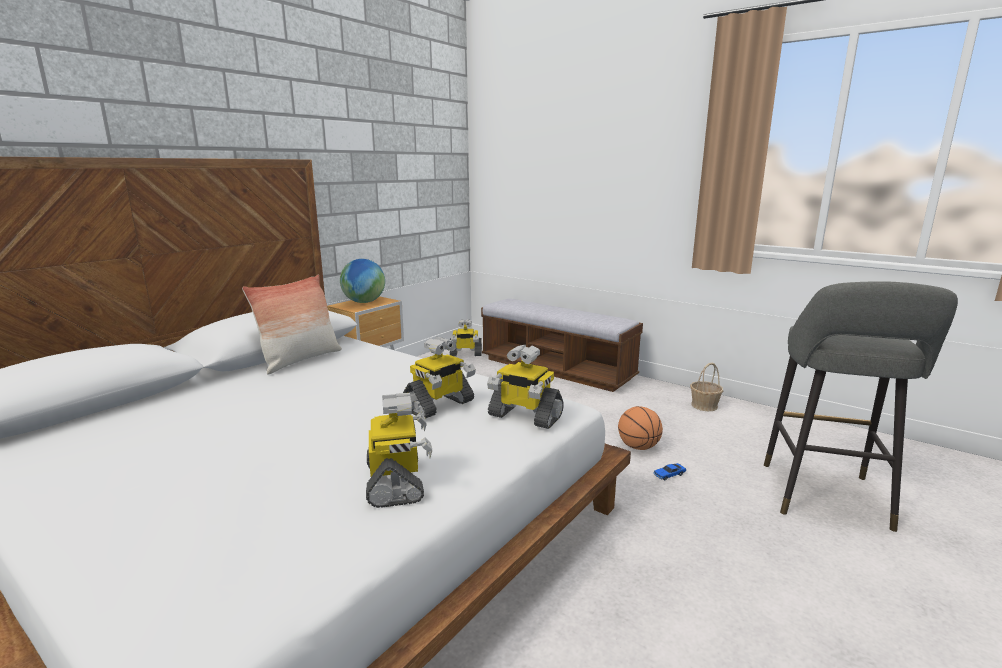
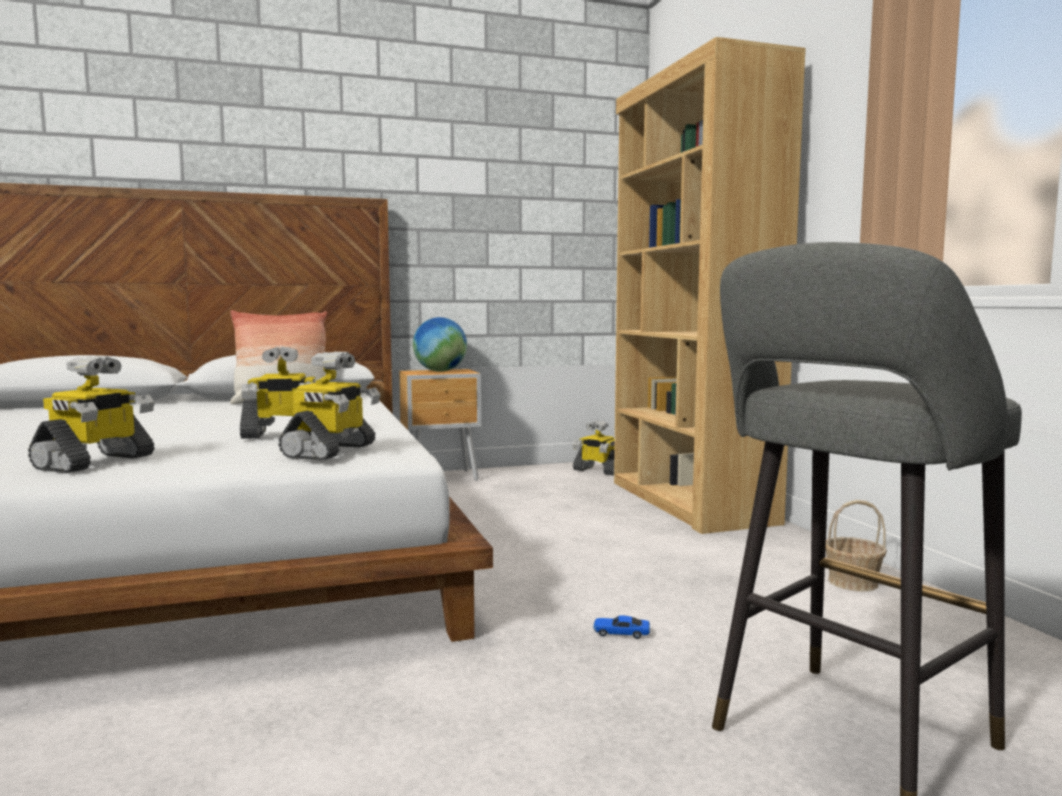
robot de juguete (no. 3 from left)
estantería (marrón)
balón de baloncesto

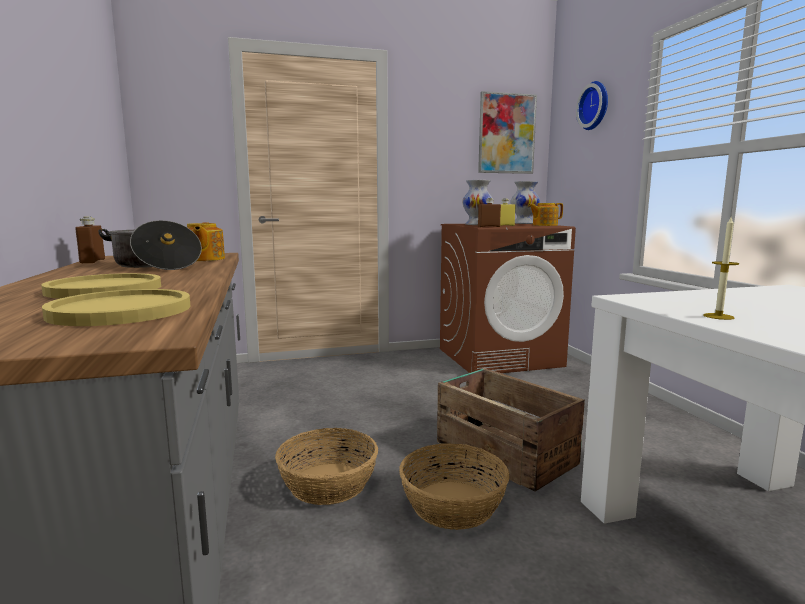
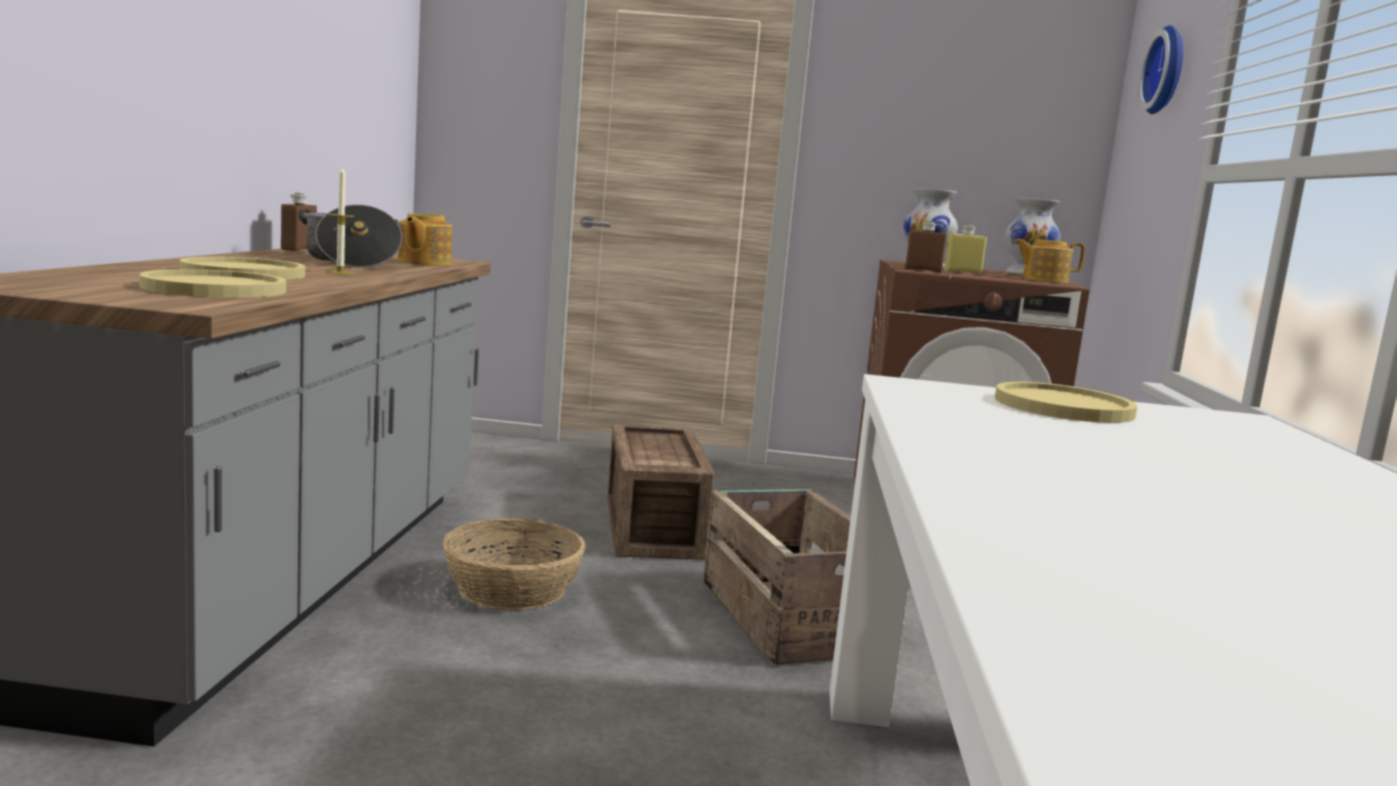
vela
caja de embalaje (no. 1 from left)
plato (amarillo) (no. 3 from left)
cesta (no. 2 from left in the first image)
cuadro

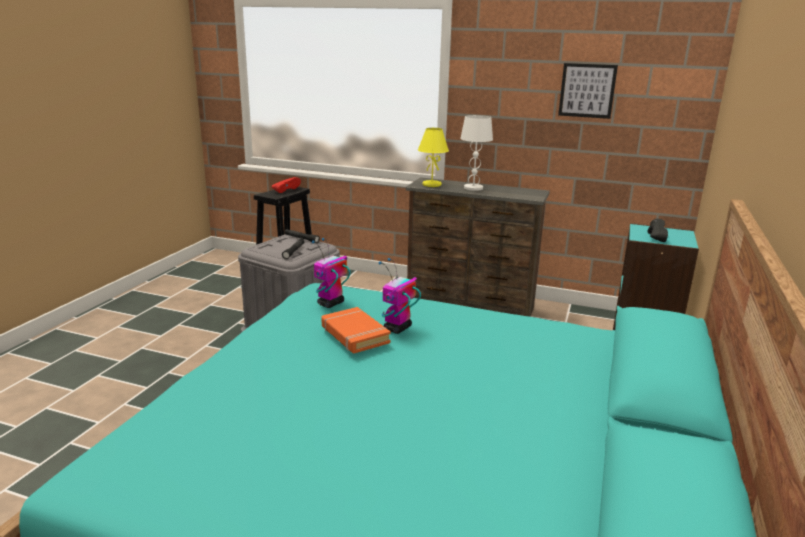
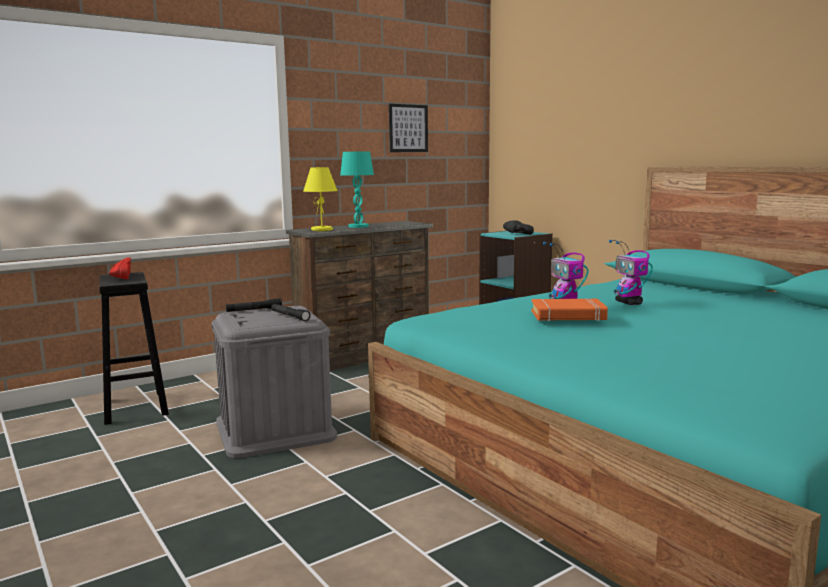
lámpara de mesa (turquesa)
robot de juguete (no. 2 from left)

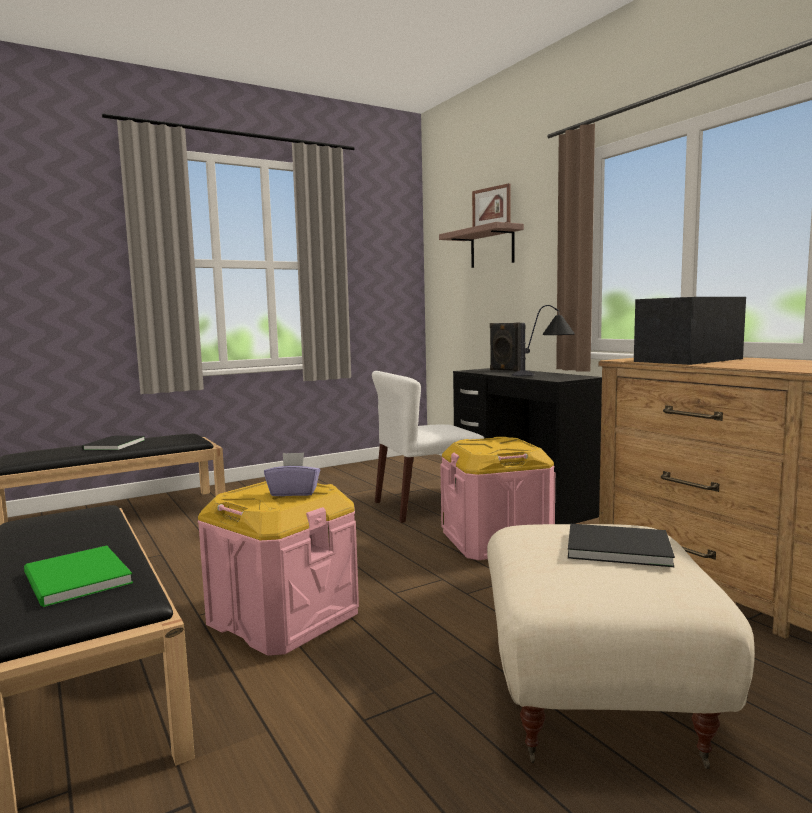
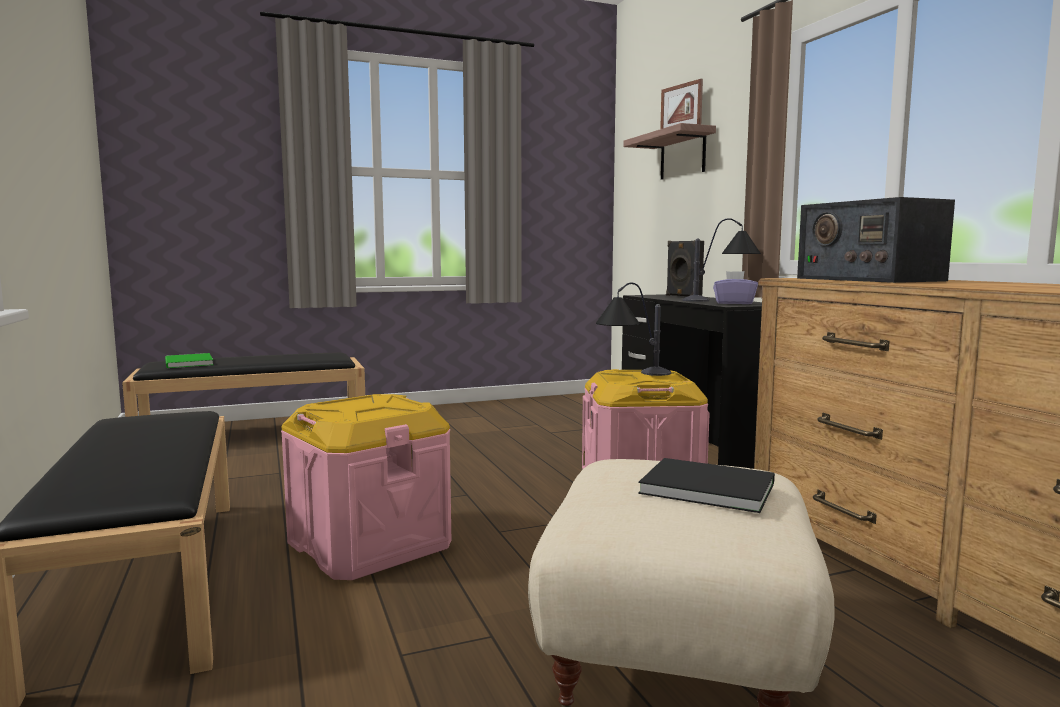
libro (verde)
lámpara de mesa (no. 1 from left)
caja de pañuelos (morado)
radio
libro (negro) (no. 1 from left in the first image)
silla (blanco)

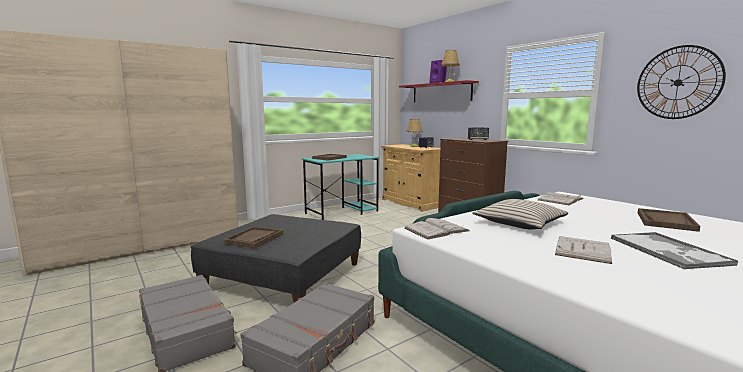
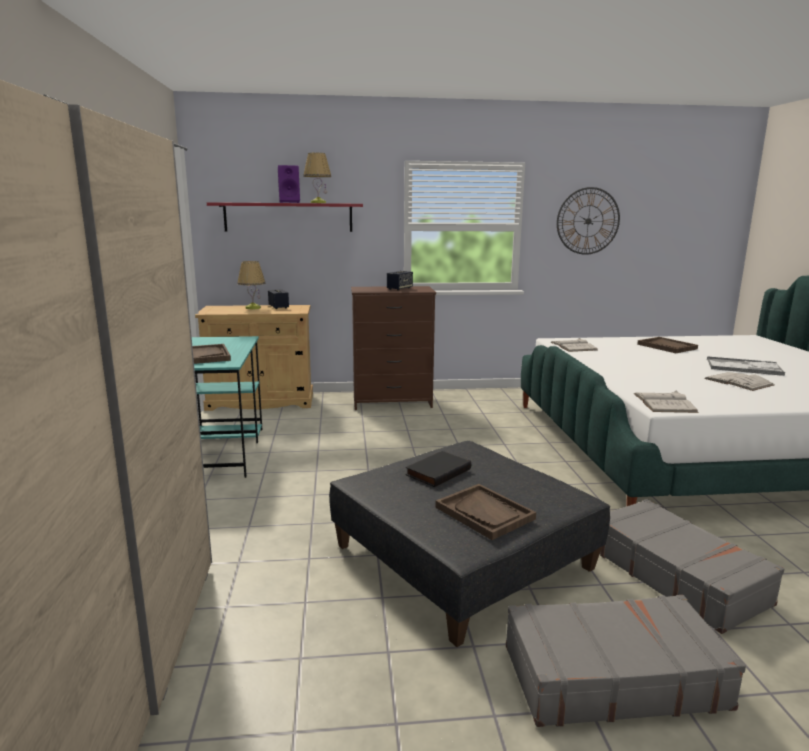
libro (negro)
cojín (beis)

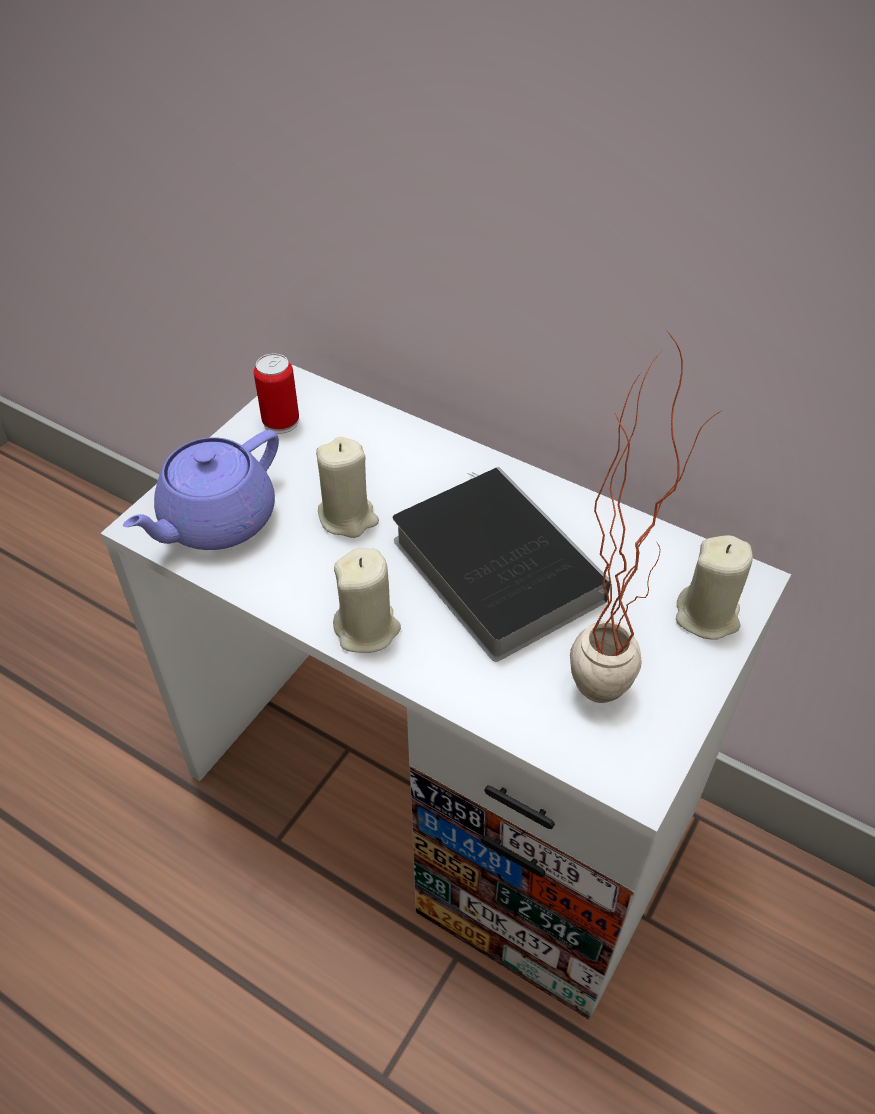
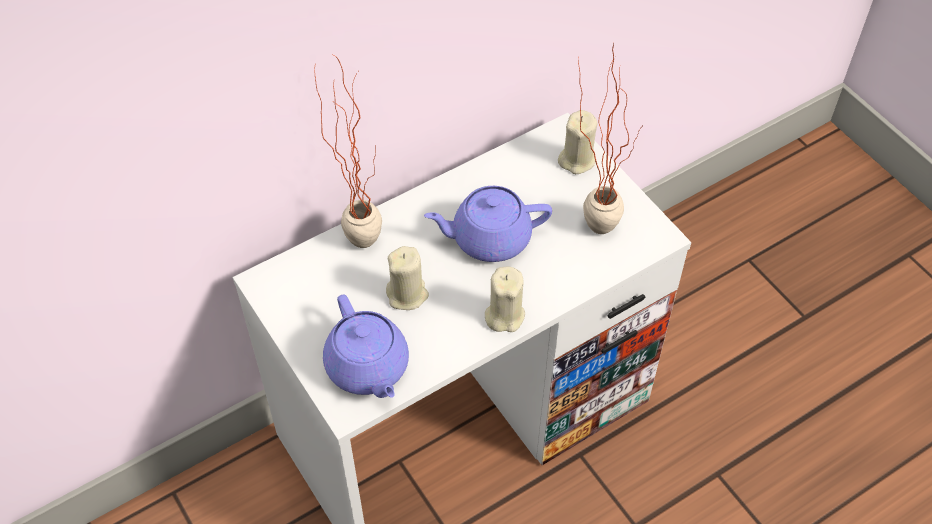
planta en maceta (no. 1 from left)
tetera (morado) (no. 2 from left)
lata

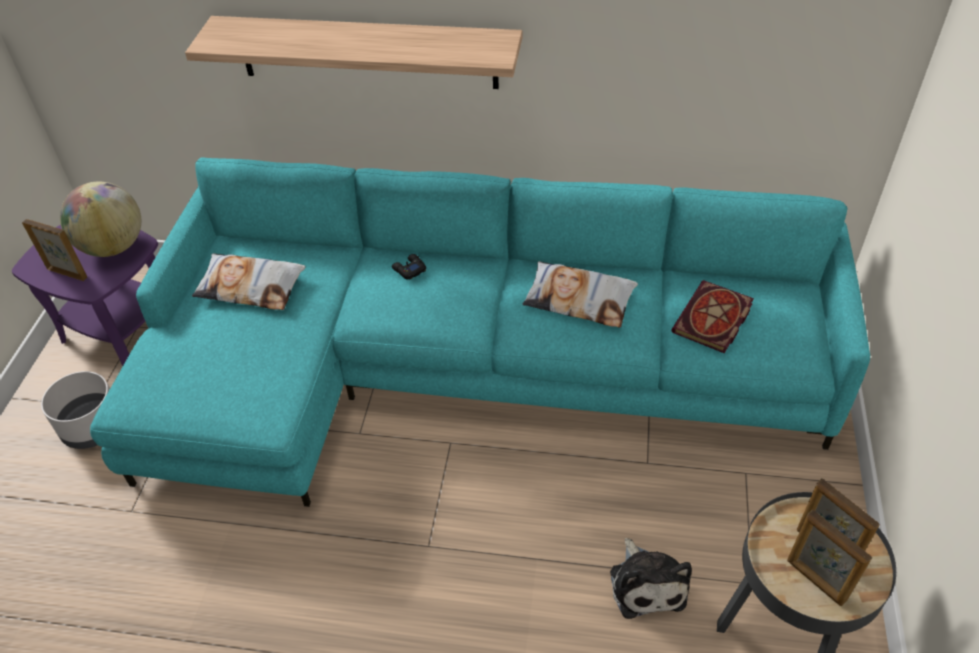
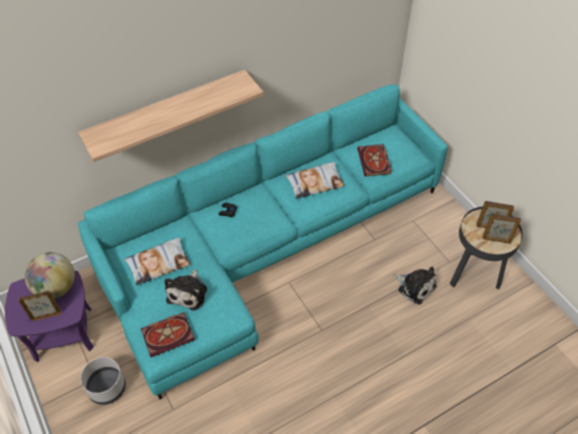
libro (no. 1 from left)
peluche (no. 1 from left)

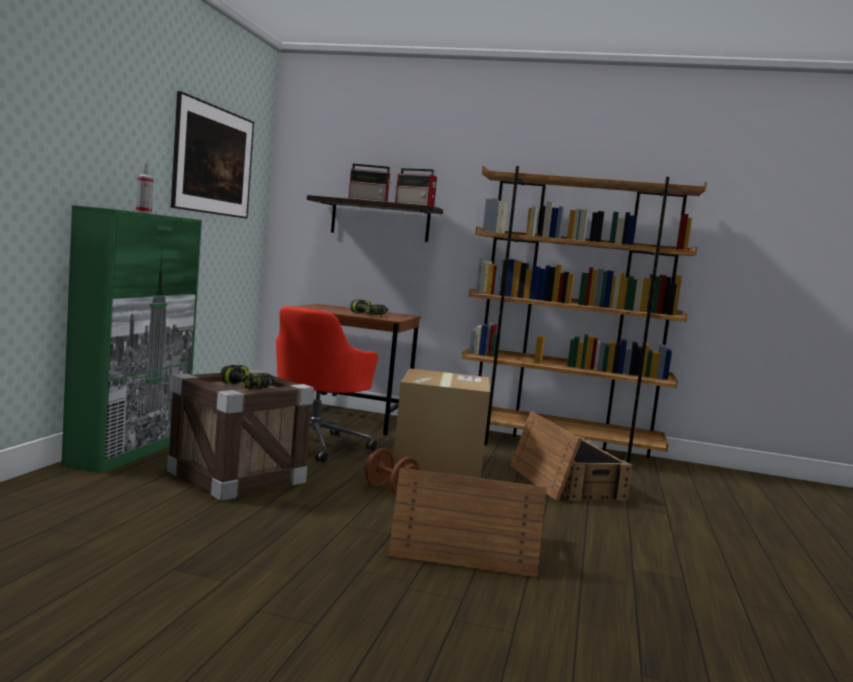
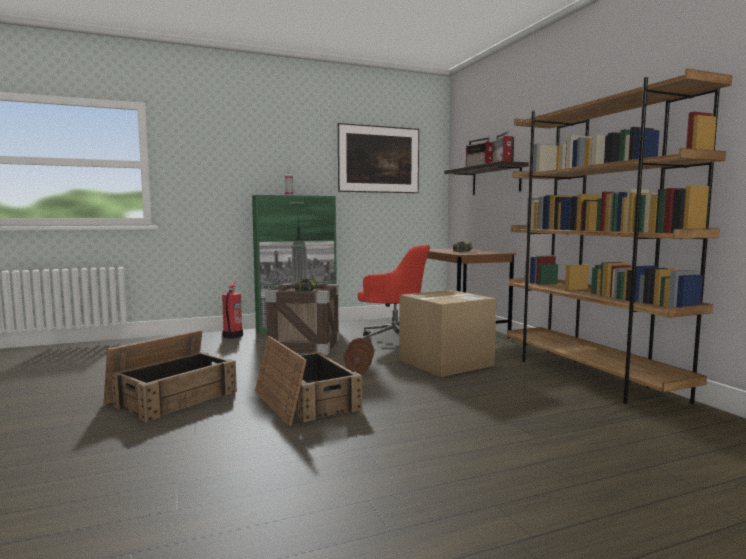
caja de embalaje (no. 1 from left)
extintor
silla de oficina (rojo)

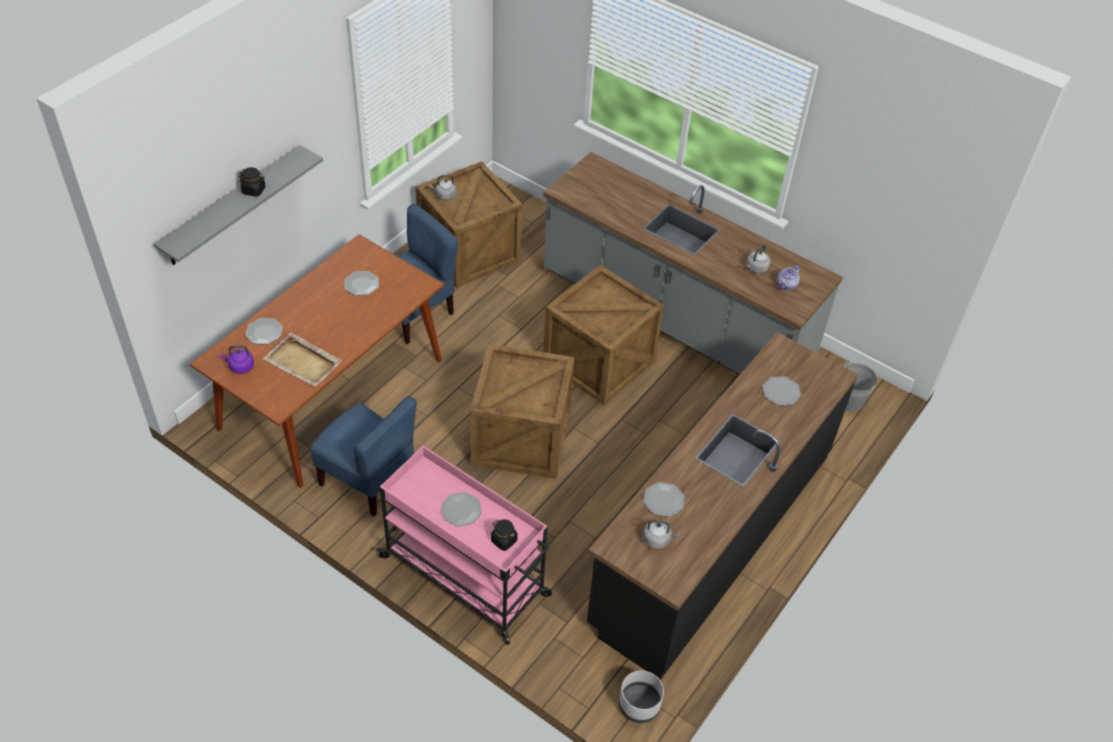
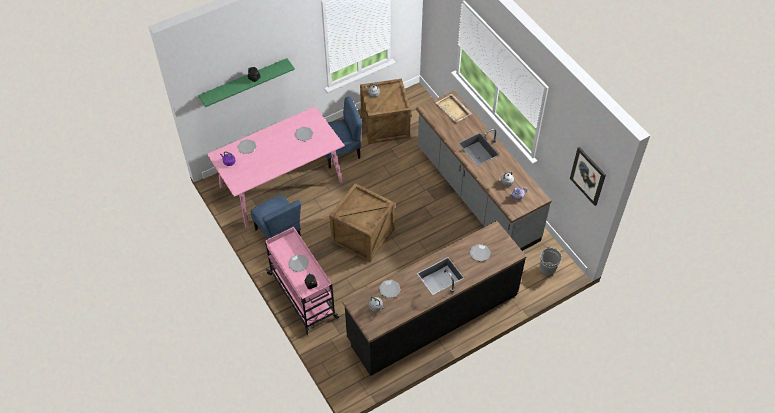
estante (verde)
mesa de comedor (rosa)
bandeja (beis)
cuadro
caja de embalaje (no. 3 from left in the first image)
maceta (gris)

